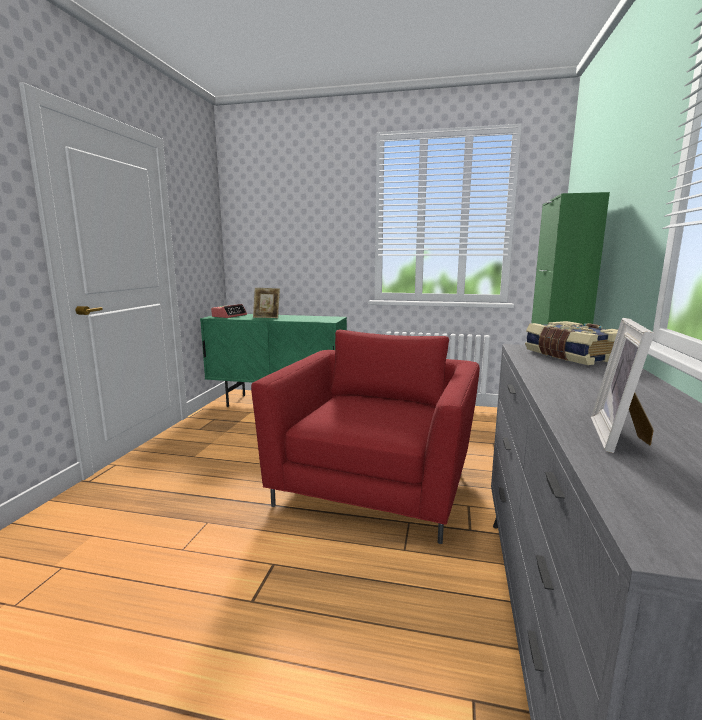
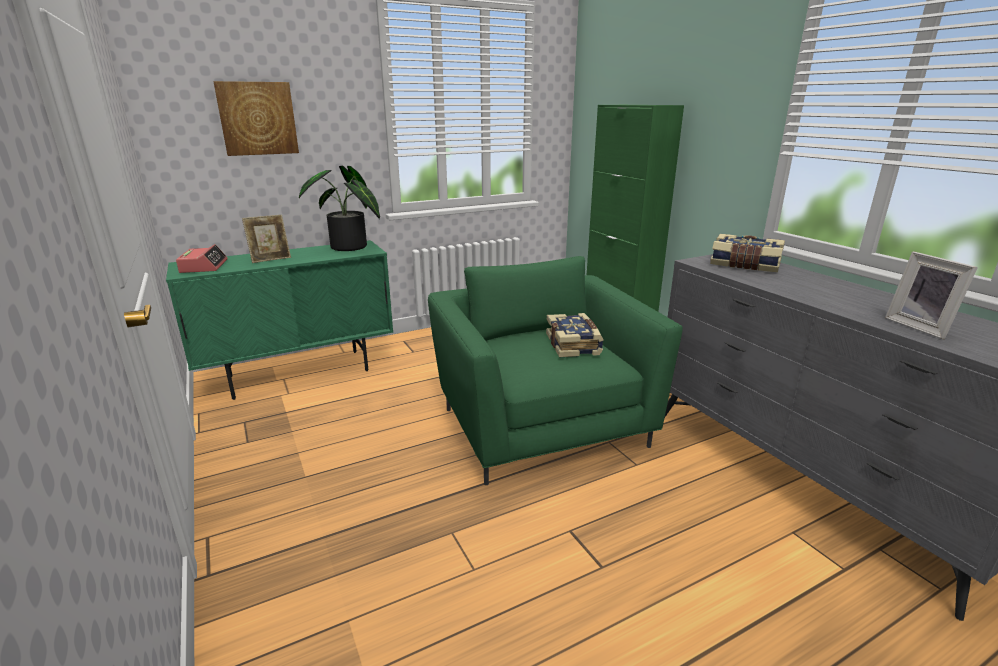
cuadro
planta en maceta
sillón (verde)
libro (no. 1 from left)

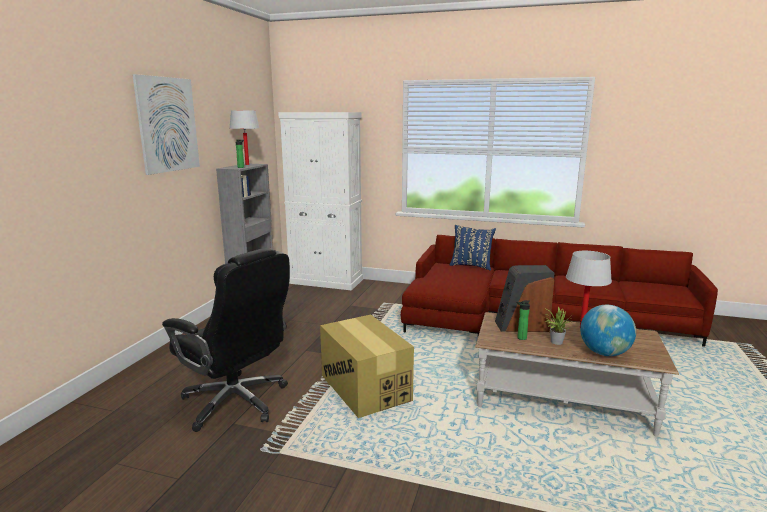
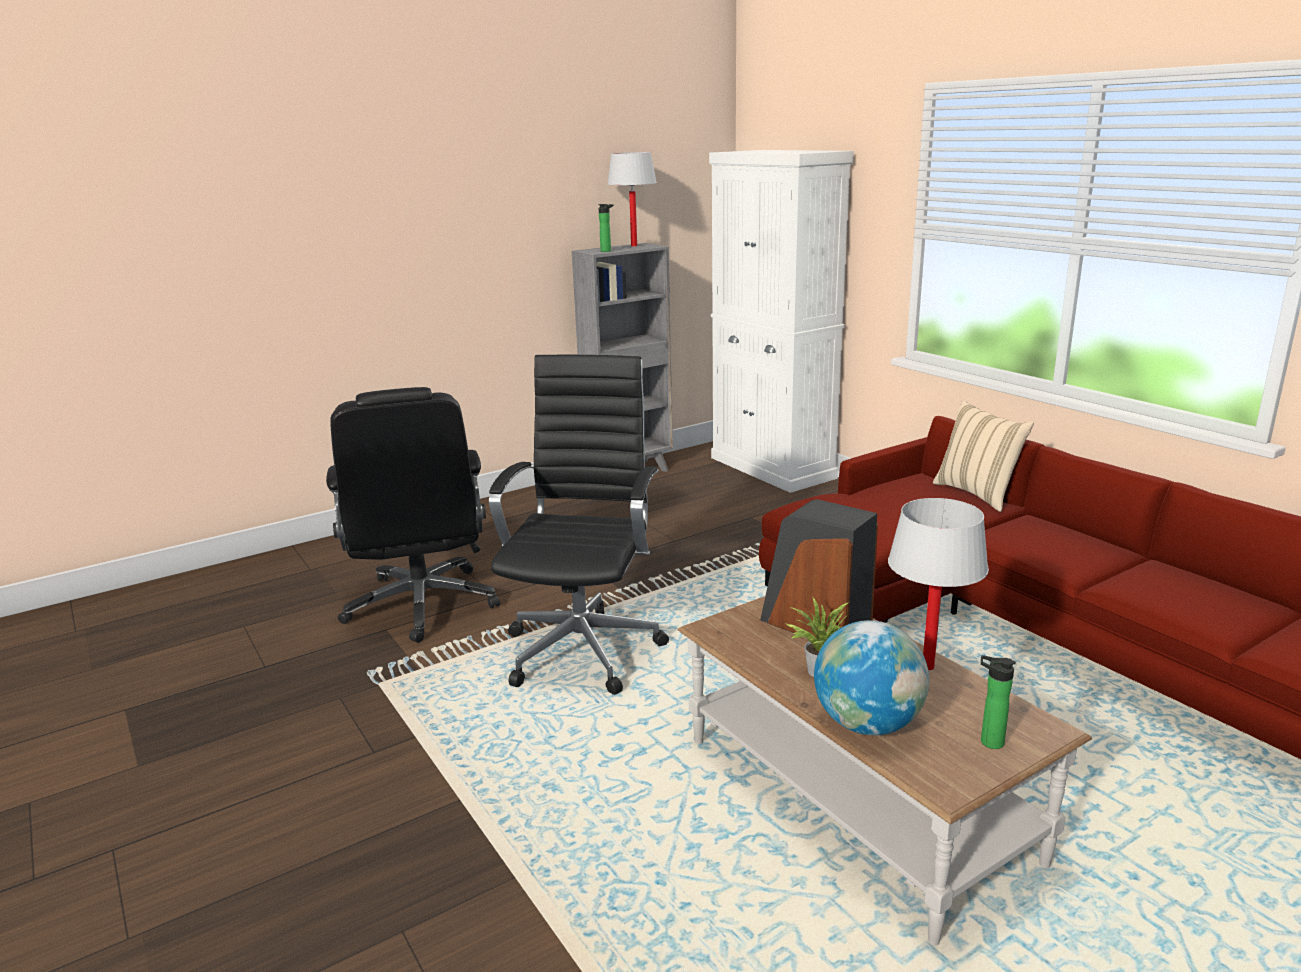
silla de oficina (negro) (no. 2 from left)
cojín (beis)
botella (no. 2 from left)
cuadro

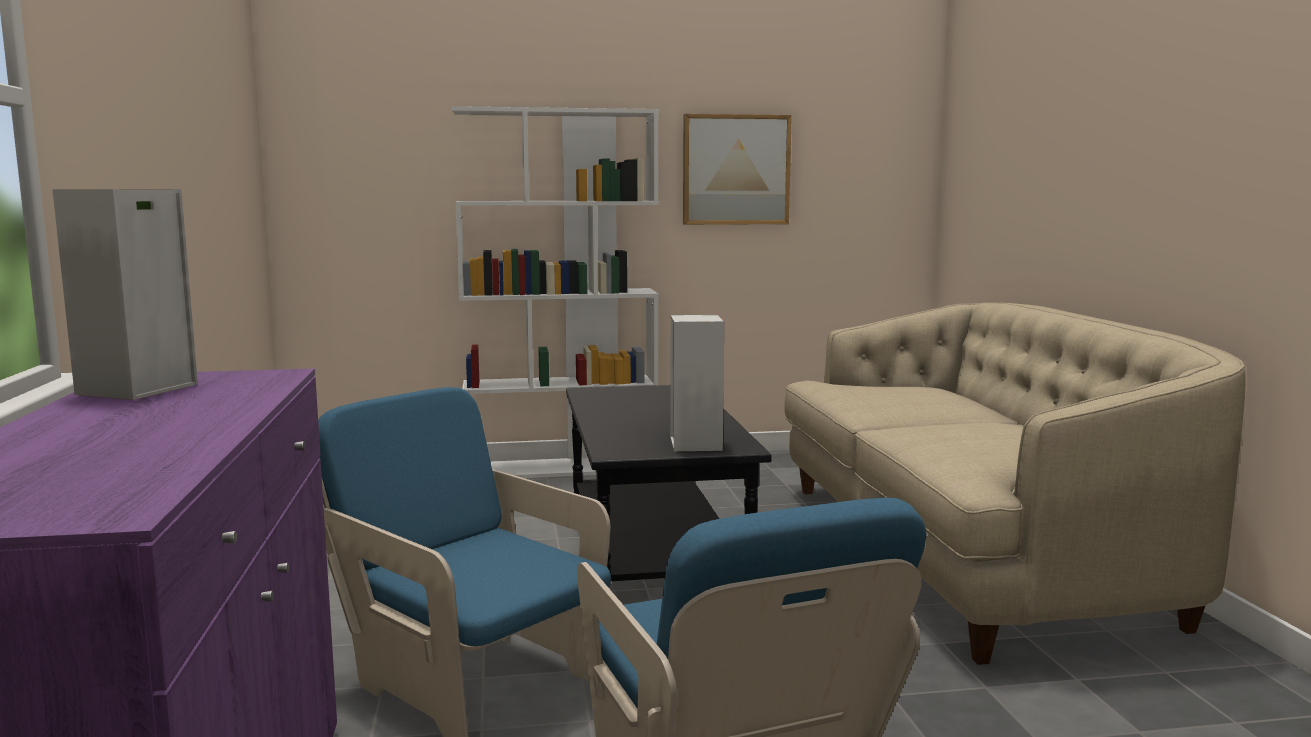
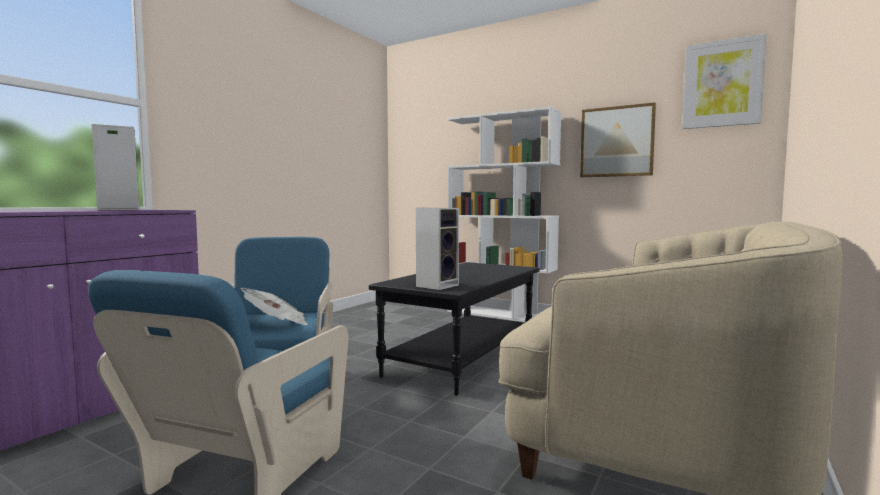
periódico
cuadro (no. 2 from left)

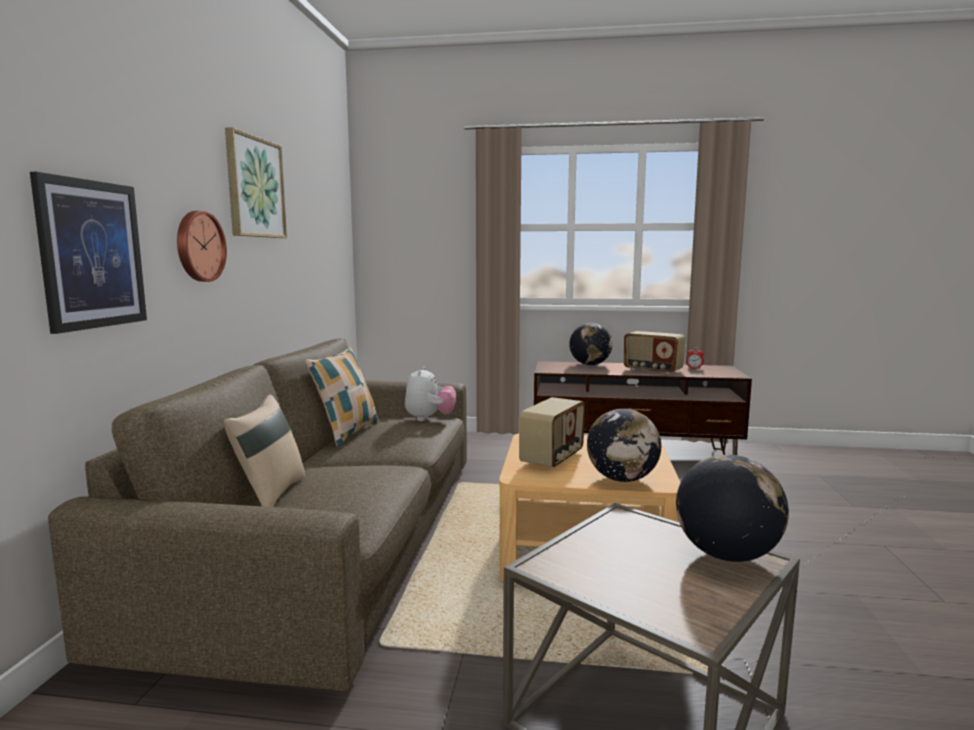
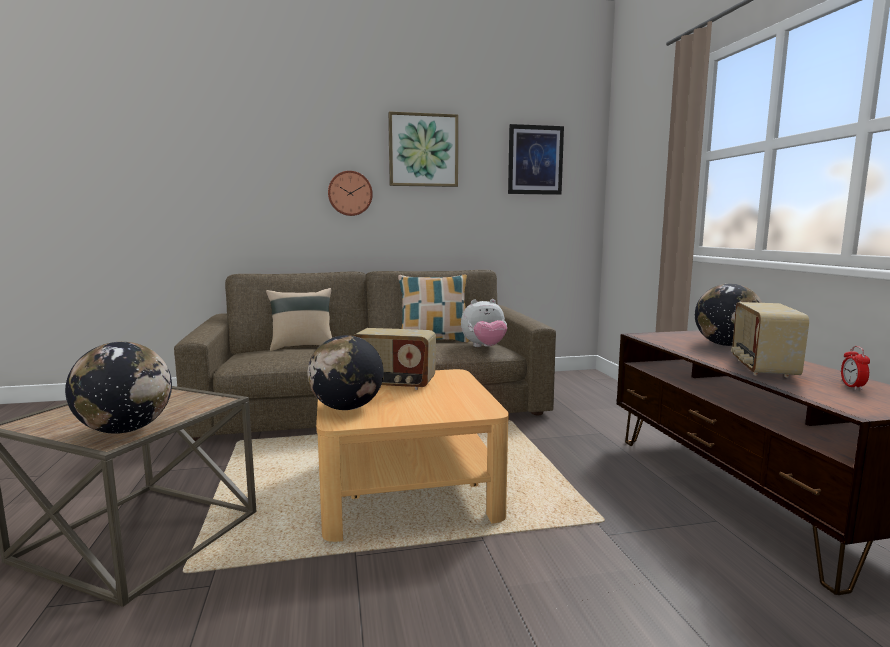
cuadro (no. 2 from left)

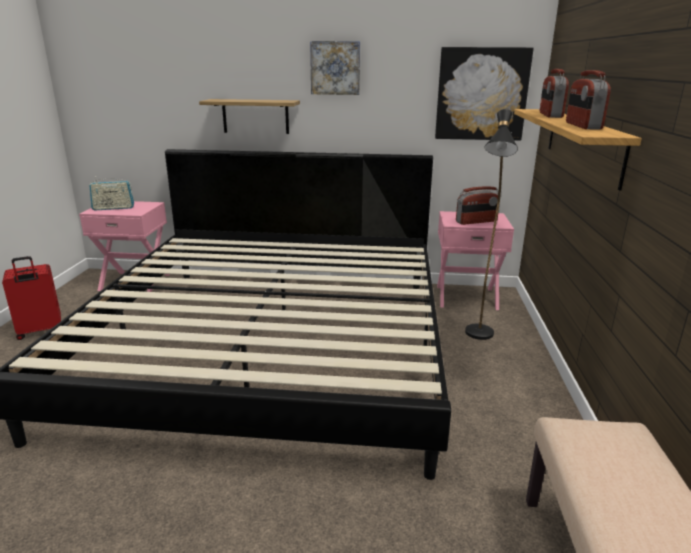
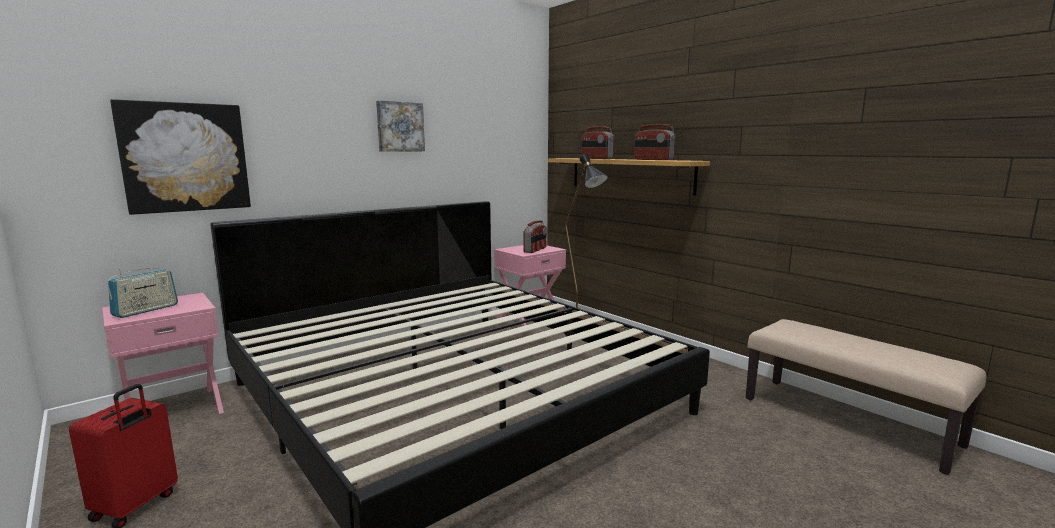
cuadro (no. 1 from left)
estante (no. 1 from left in the first image)

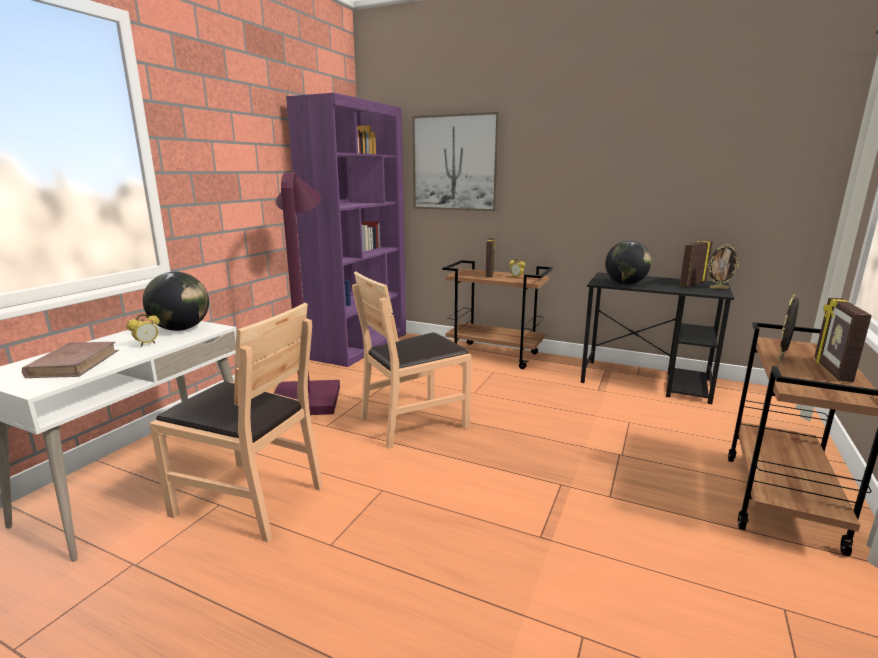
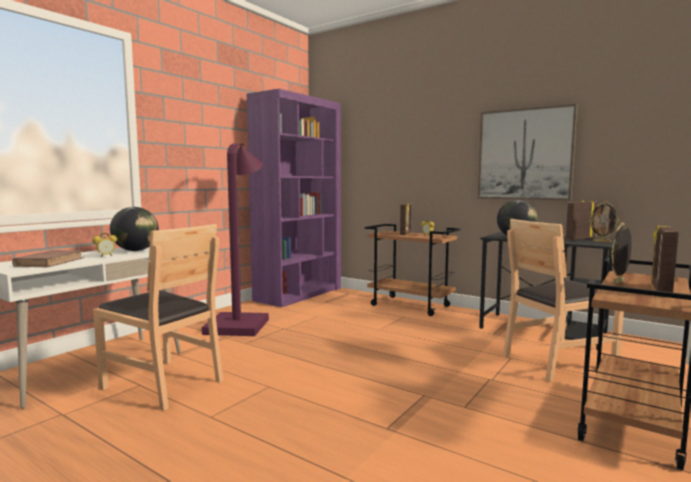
cuadro
silla (marrón) (no. 2 from left)

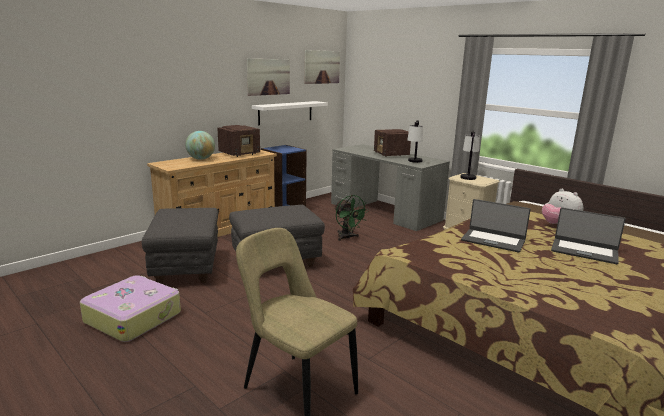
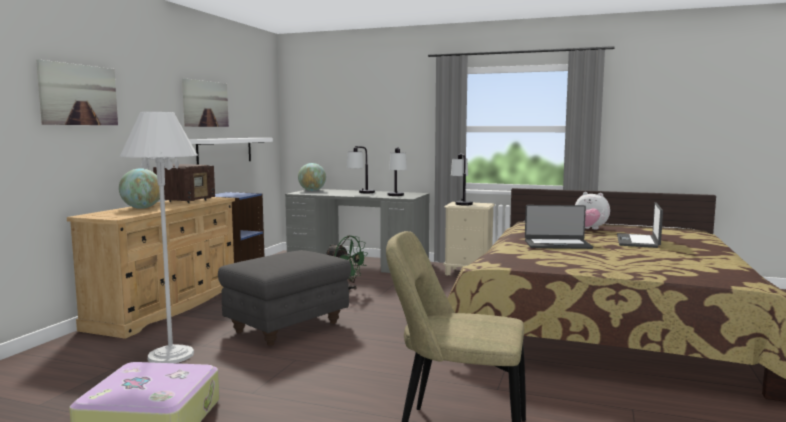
cuadro (no. 1 from left)
lámpara de pie (blanco)
globo terráqueo (no. 2 from left)
lámpara de mesa (no. 1 from left)
portátil (no. 2 from left)

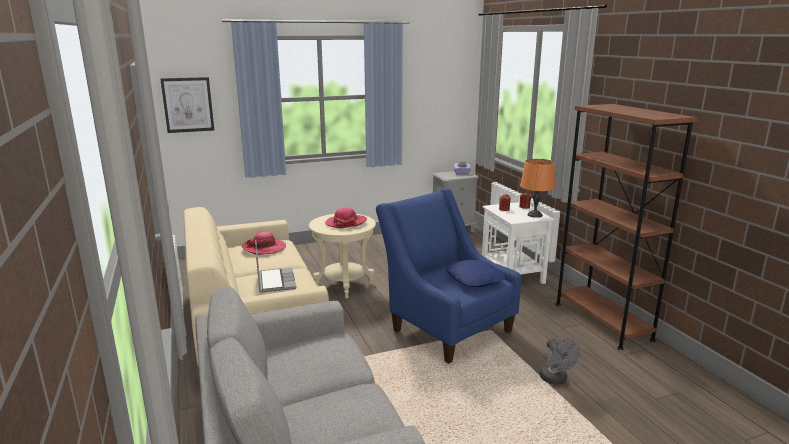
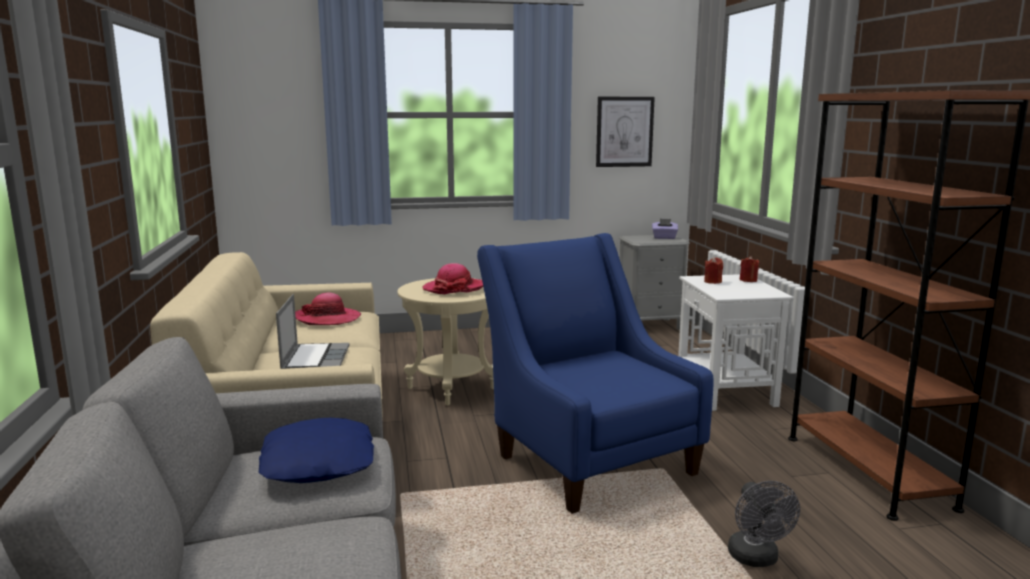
cojín (azul)
cuadro
lámpara de mesa (naranja)

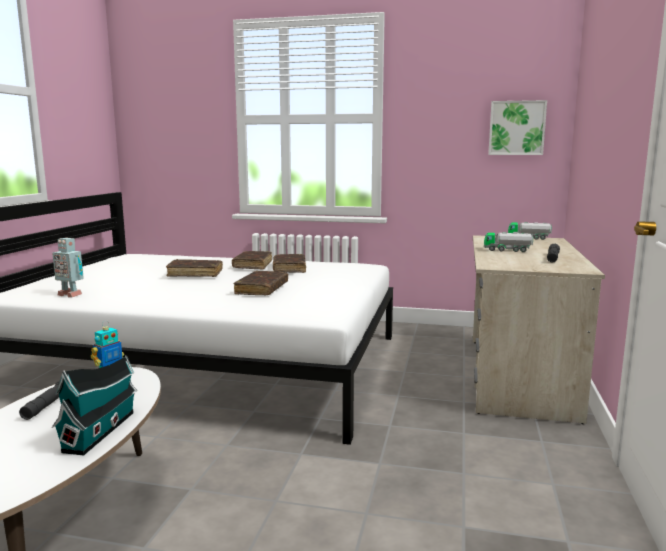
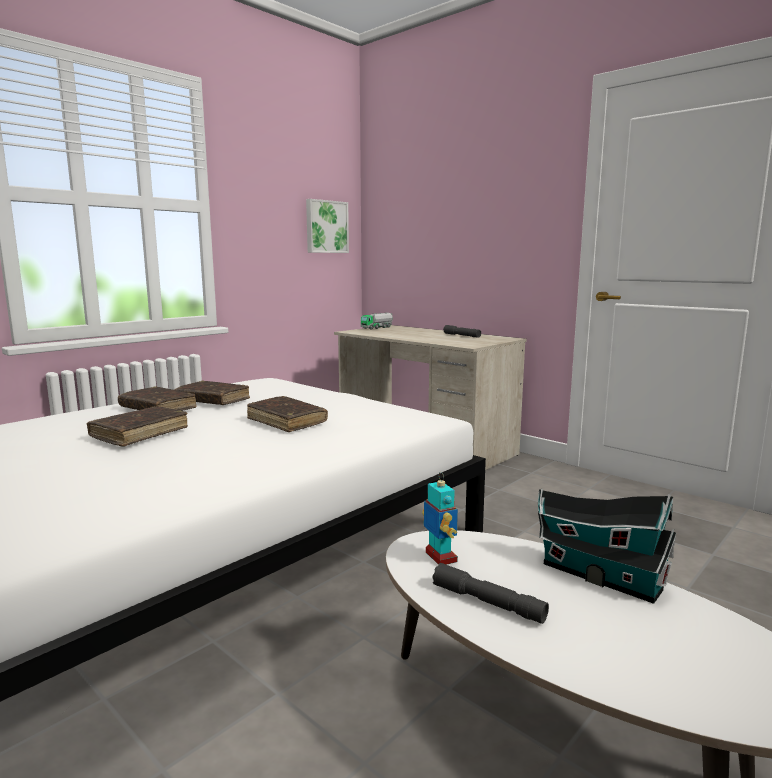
robot de juguete (no. 1 from left in the first image)
camión de juguete (no. 1 from left in the first image)

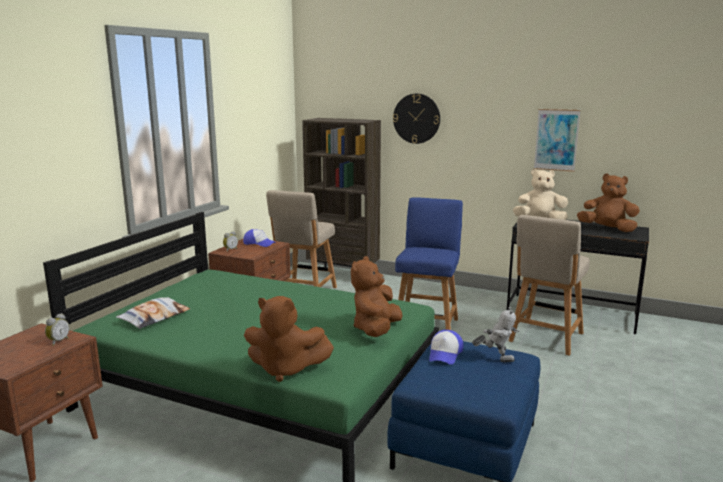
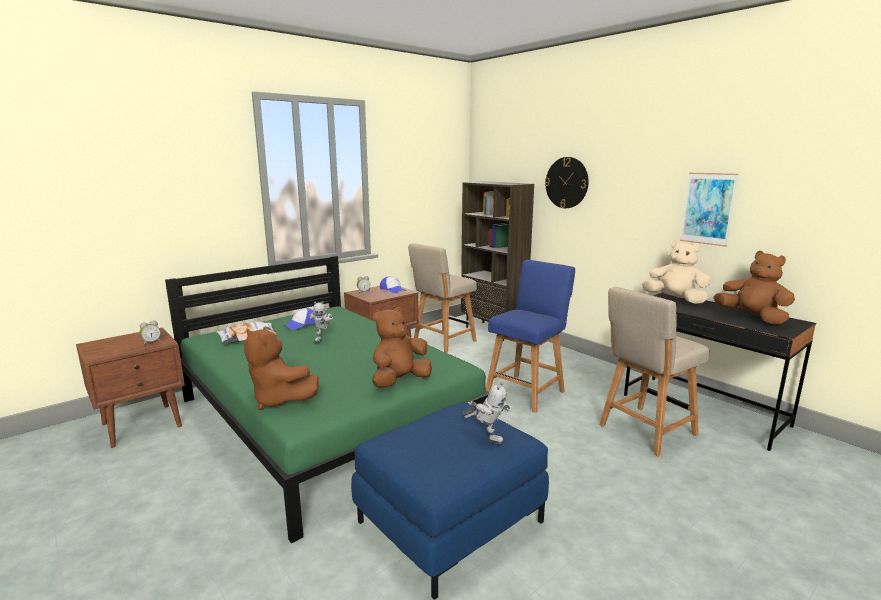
gorra (no. 1 from left)
robot de juguete (no. 1 from left)

